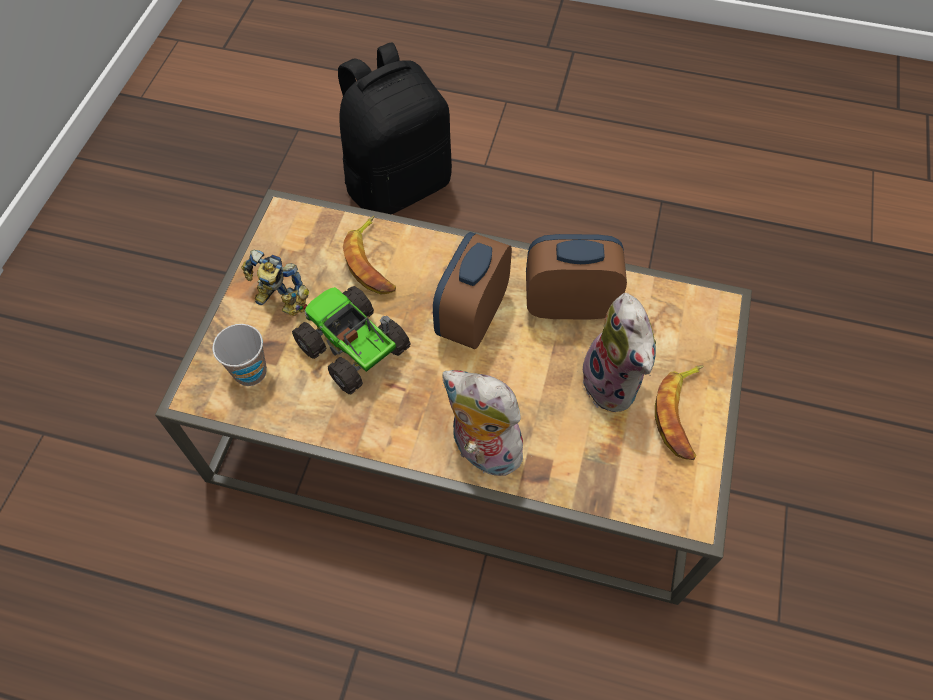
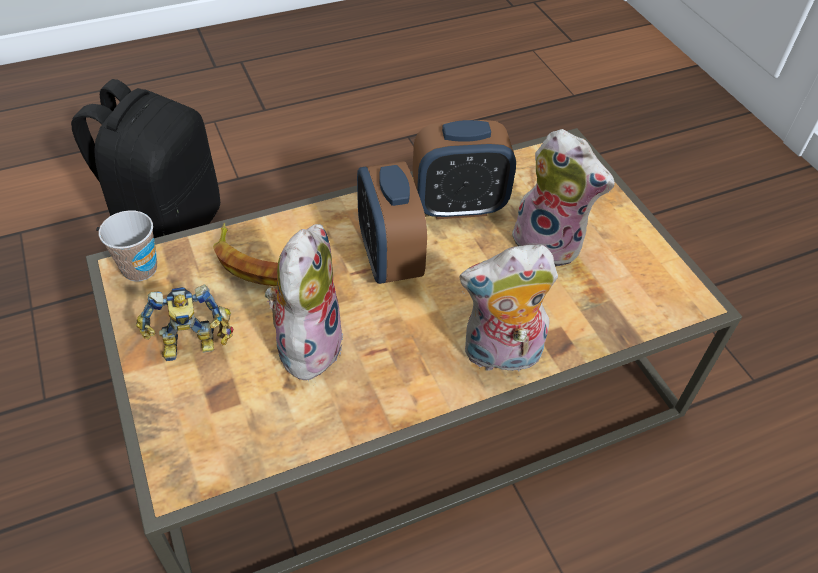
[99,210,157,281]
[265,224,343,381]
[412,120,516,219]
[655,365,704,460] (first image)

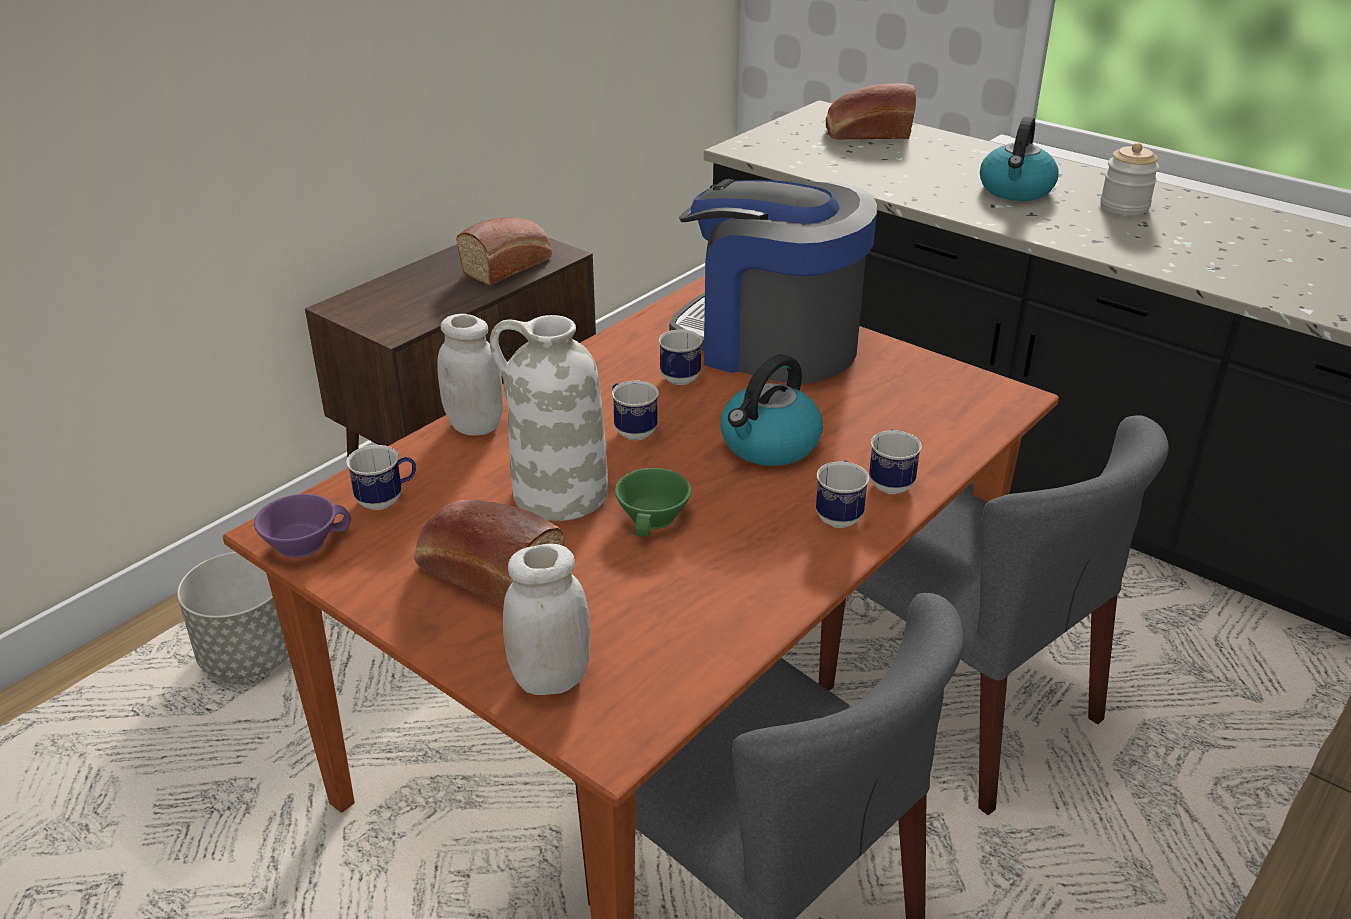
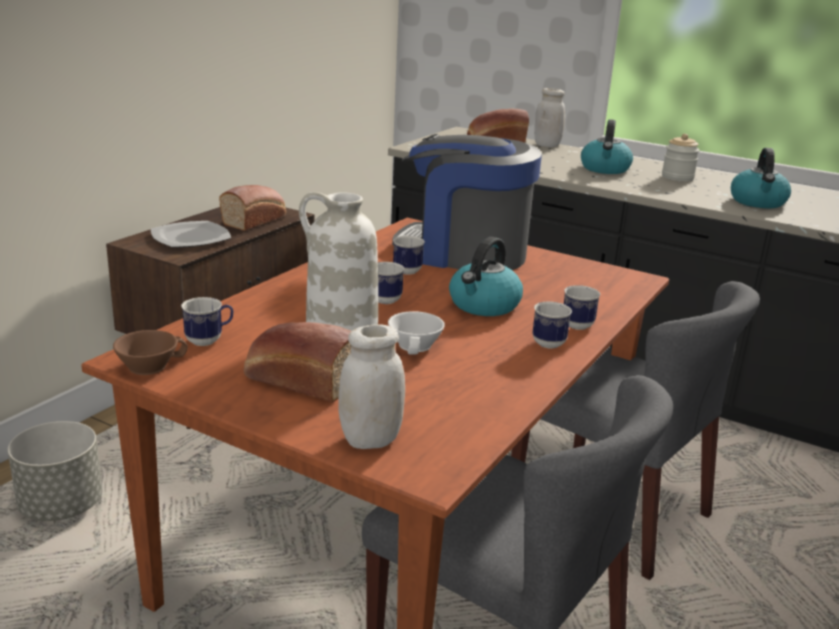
[113,330,188,375]
[151,221,231,248]
[388,311,445,355]
[534,88,565,147]
[731,148,791,208]

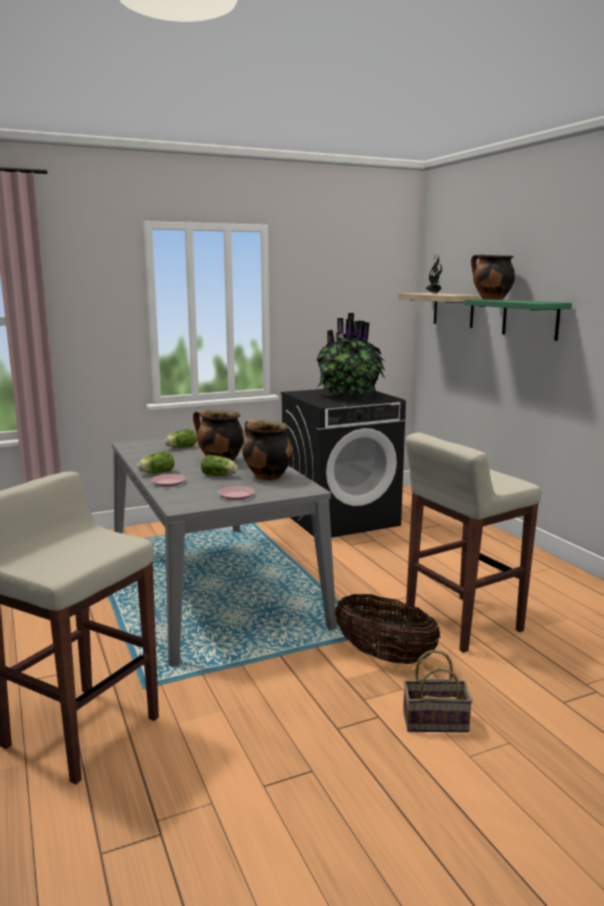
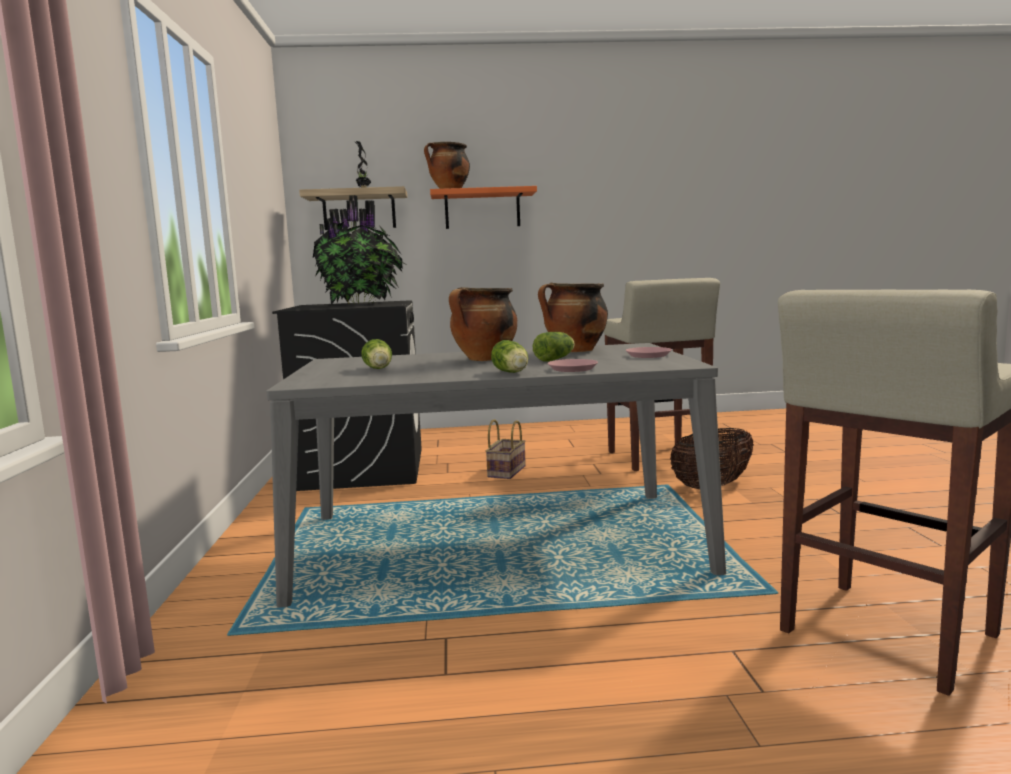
[430,186,537,229]
[485,419,526,479]

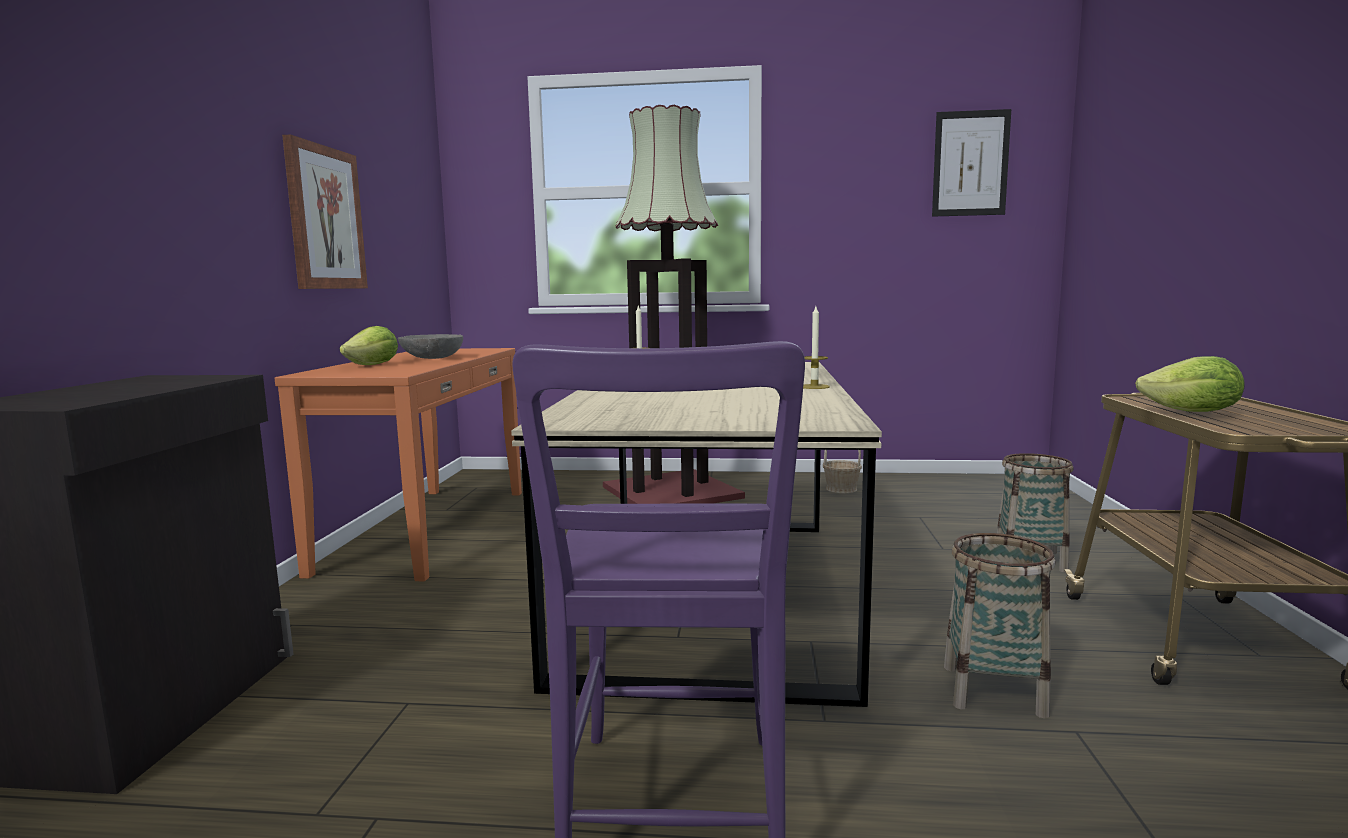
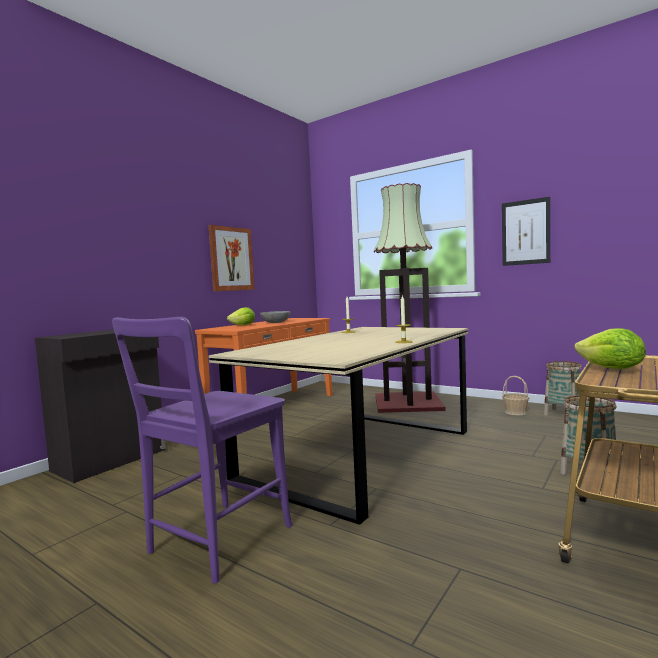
[502,197,550,266]
[544,361,582,416]

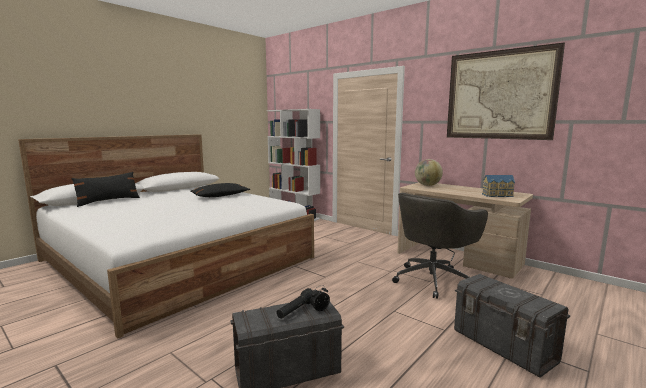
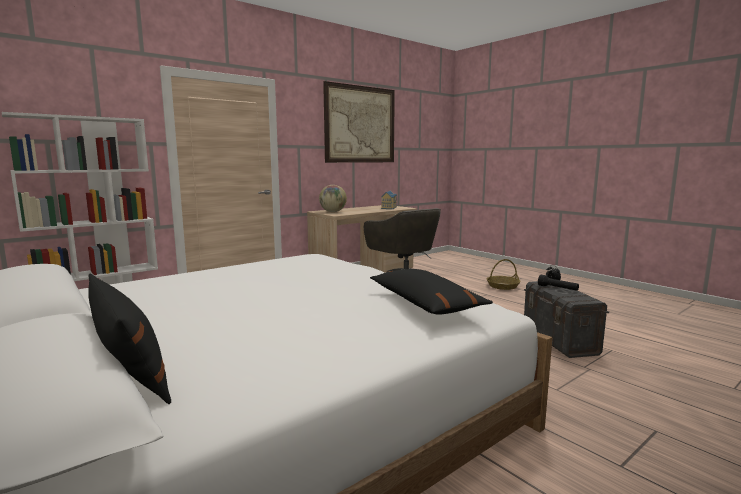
[370,269,493,315]
[487,259,520,290]

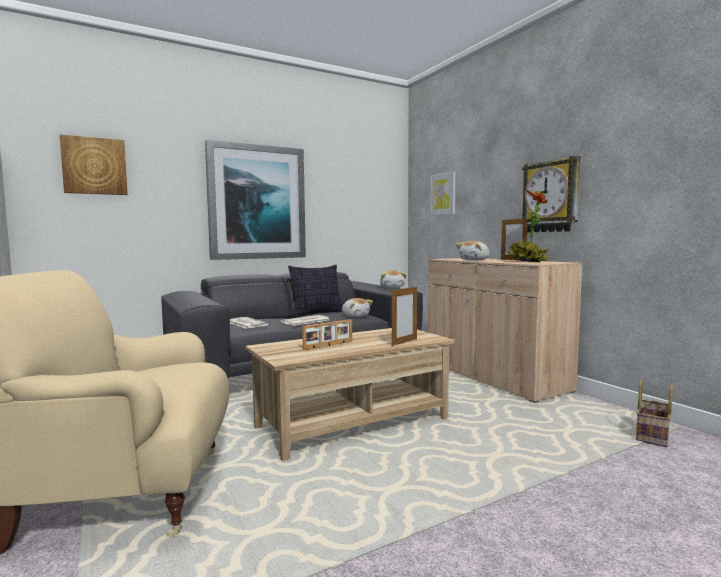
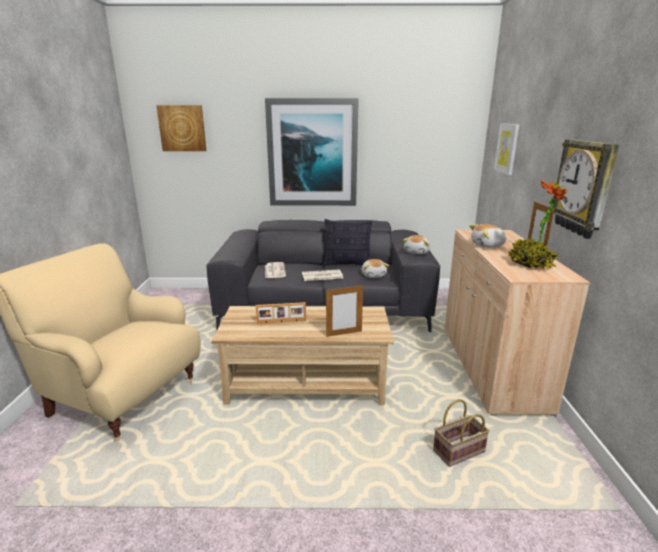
[433,399,490,467]

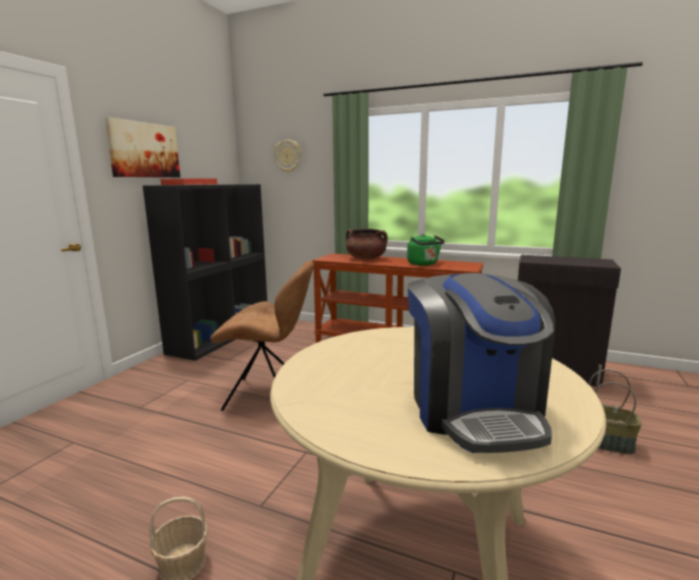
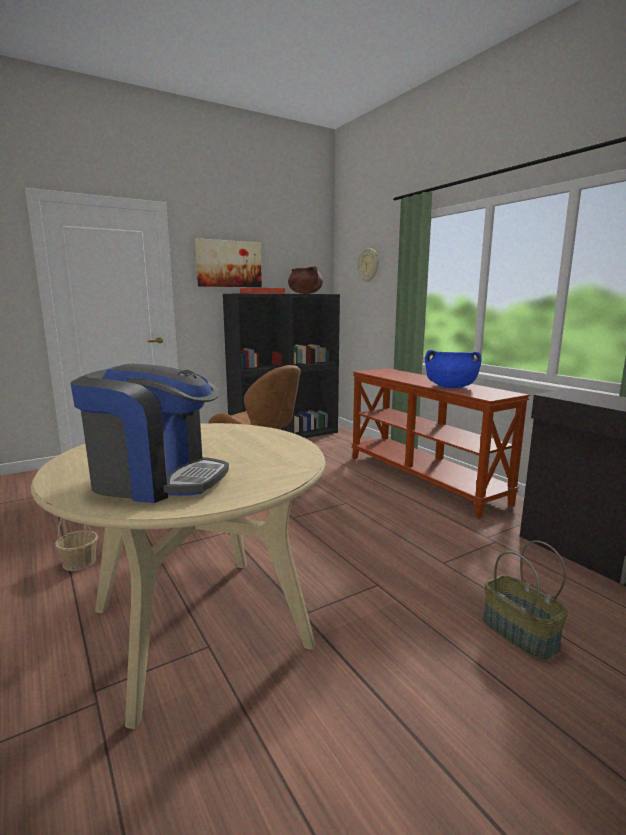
[70,364,229,503]
[288,266,323,294]
[425,350,482,388]

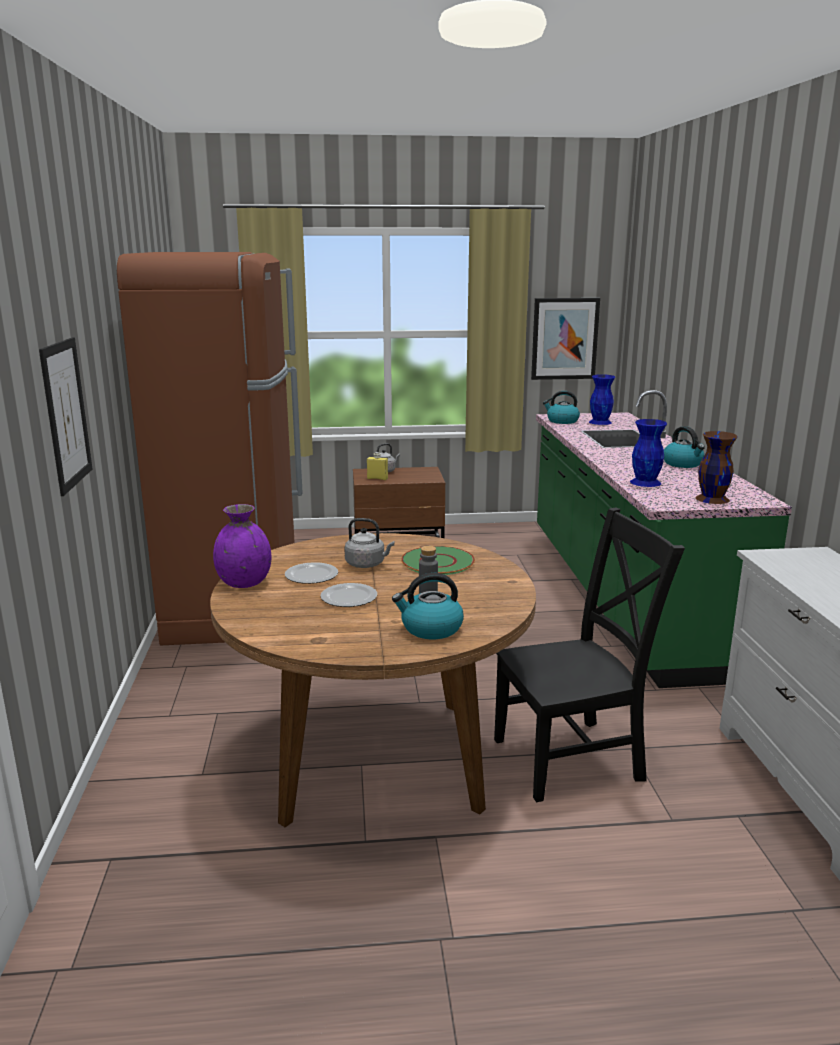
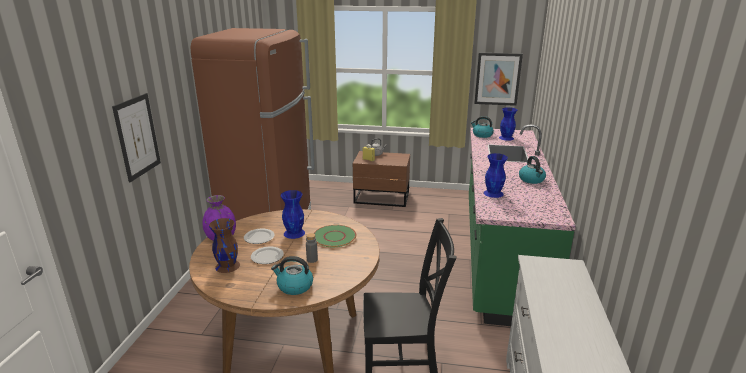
[209,218,240,273]
[281,190,305,239]

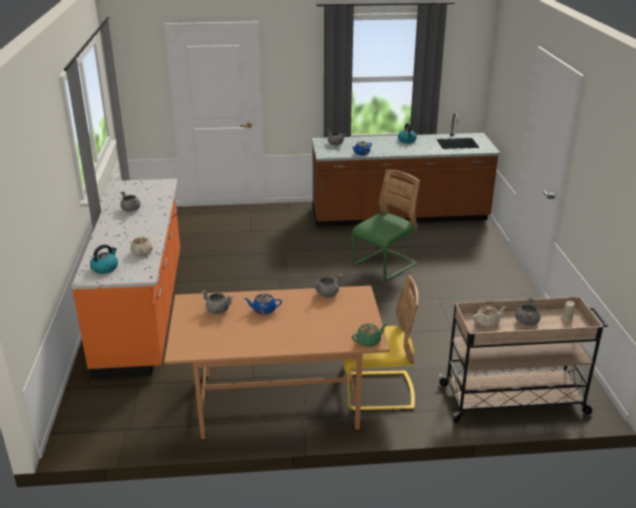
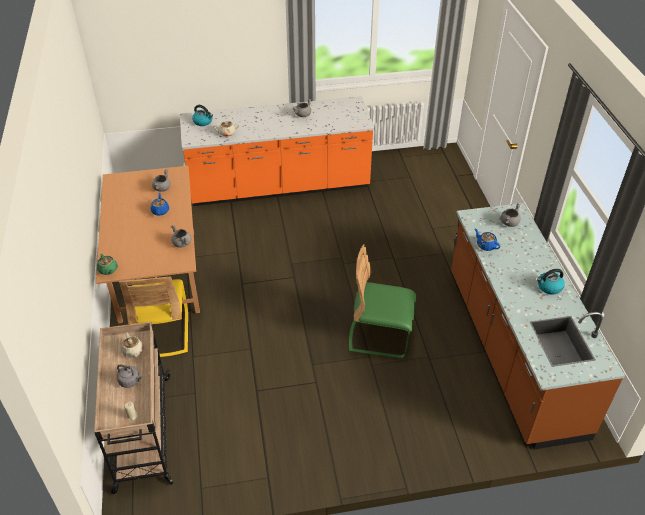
[117,364,142,388]
[349,244,416,358]

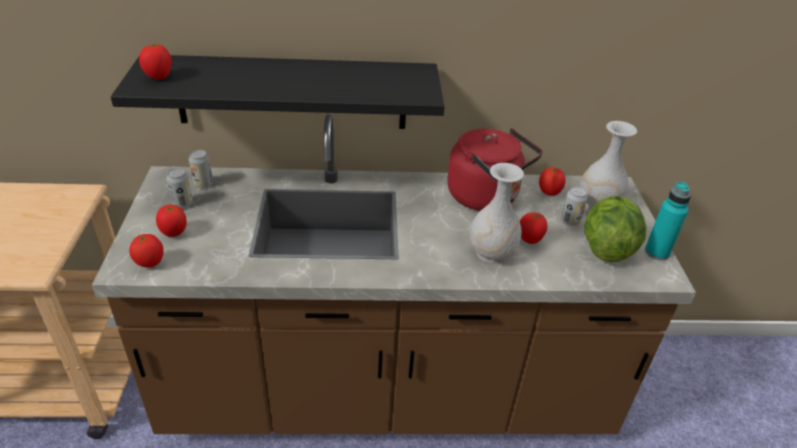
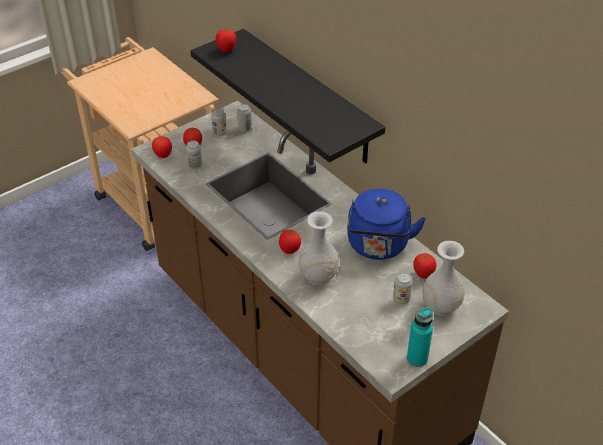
[186,141,202,169]
[279,230,301,254]
[347,188,426,260]
[584,196,646,262] (first image)

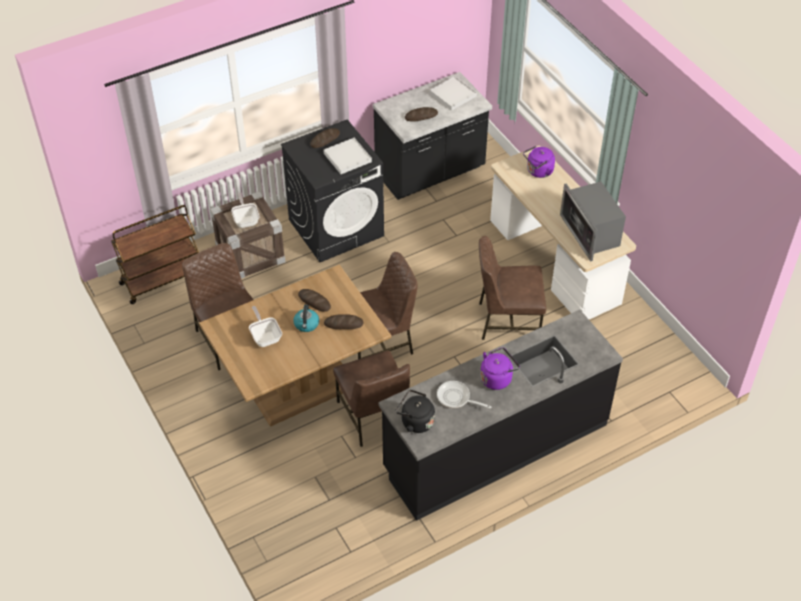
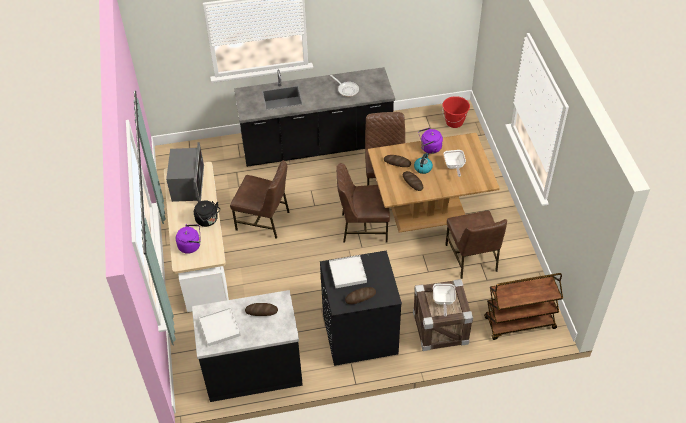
[194,200,220,227]
[418,128,443,154]
[442,96,470,128]

